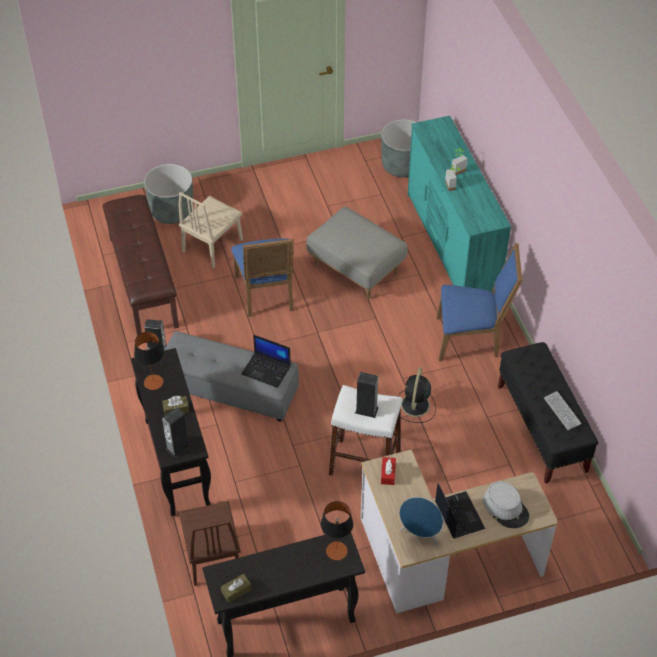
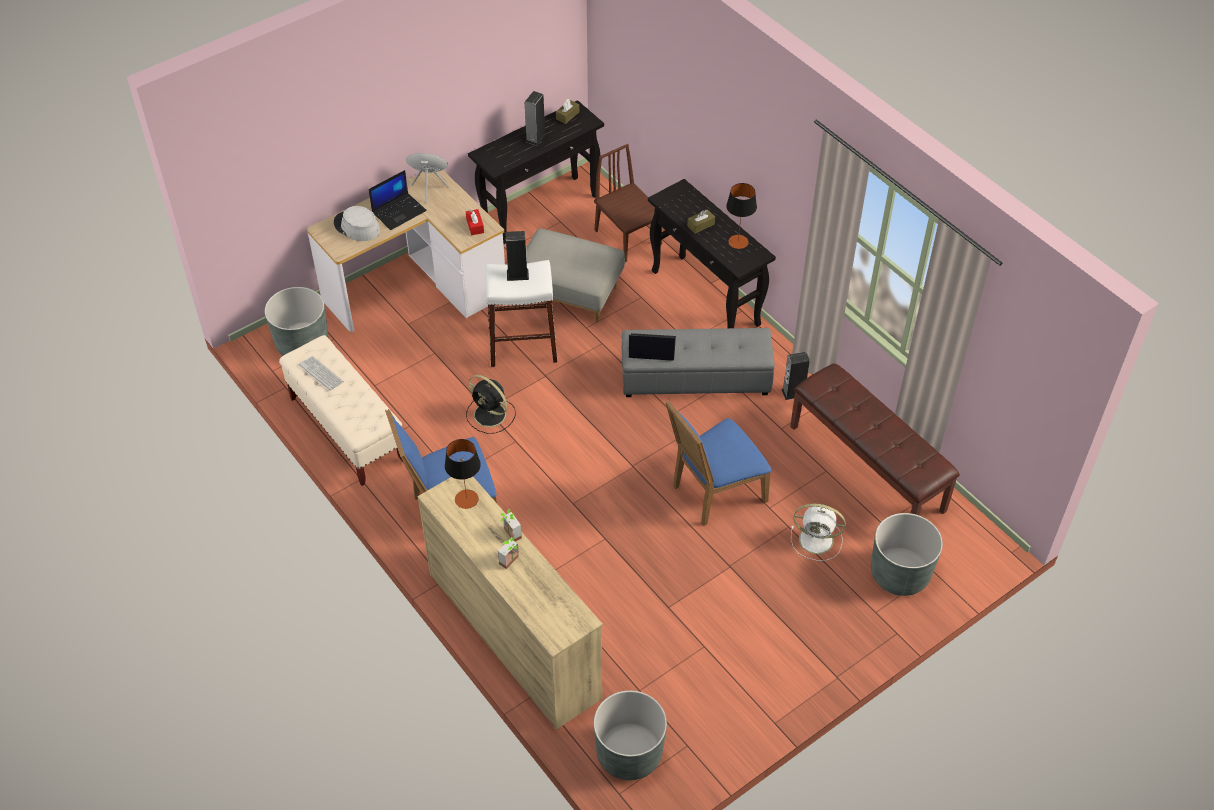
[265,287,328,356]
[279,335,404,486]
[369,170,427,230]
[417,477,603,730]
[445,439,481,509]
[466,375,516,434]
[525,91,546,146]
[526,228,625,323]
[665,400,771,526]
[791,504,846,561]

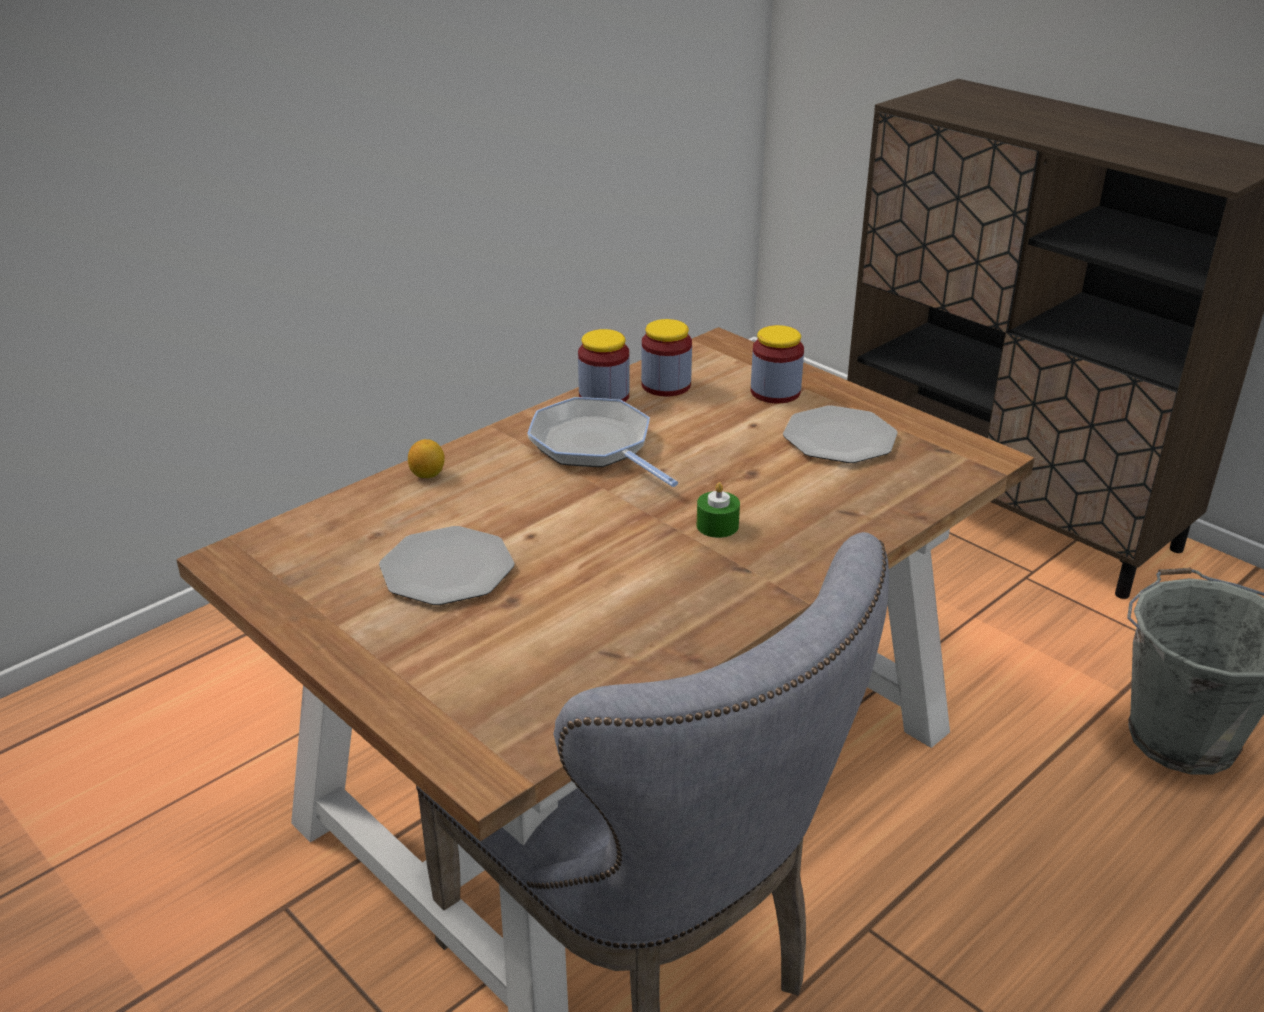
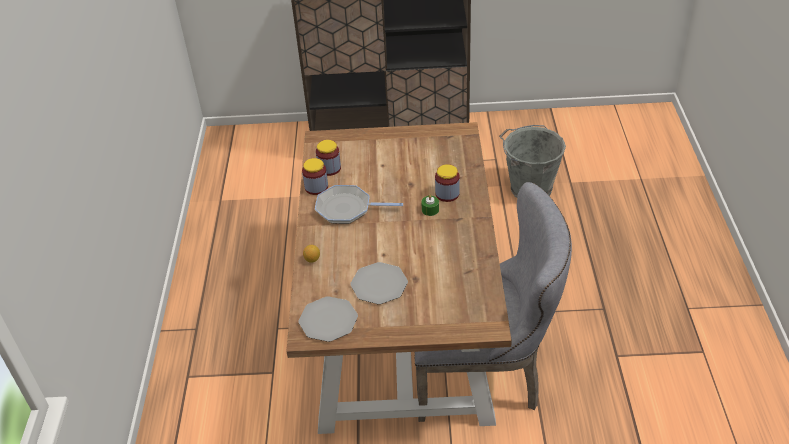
[298,296,358,342]
[435,164,460,202]

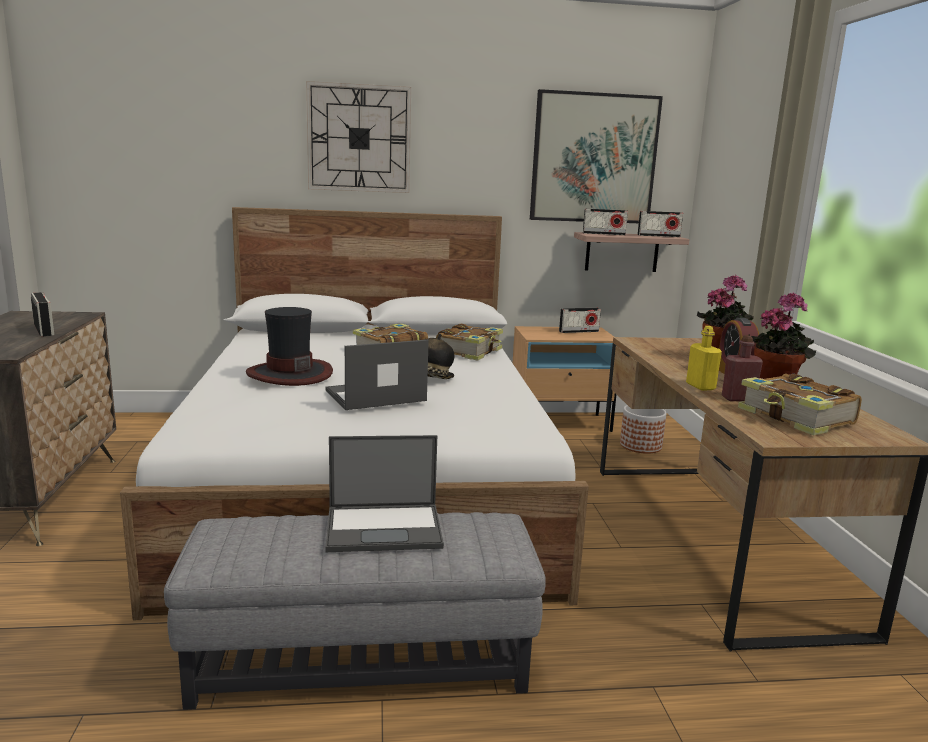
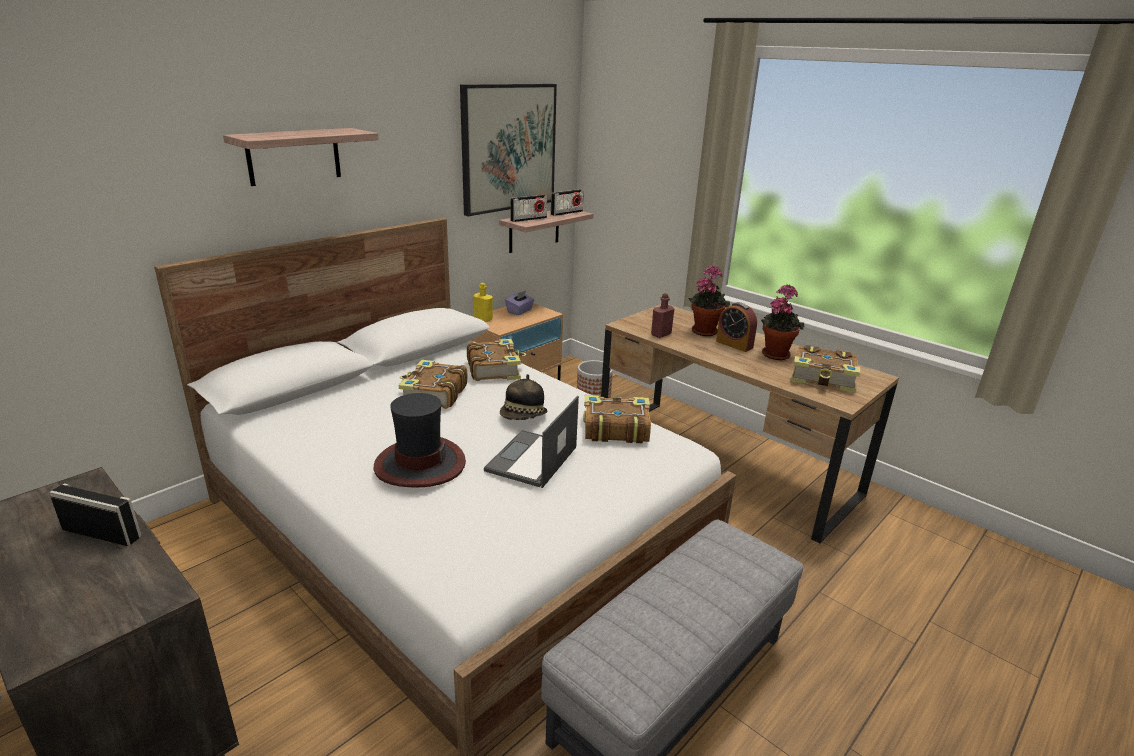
[223,128,379,186]
[473,283,493,322]
[505,291,534,315]
[584,395,651,443]
[651,293,674,338]
[326,435,444,552] (first image)

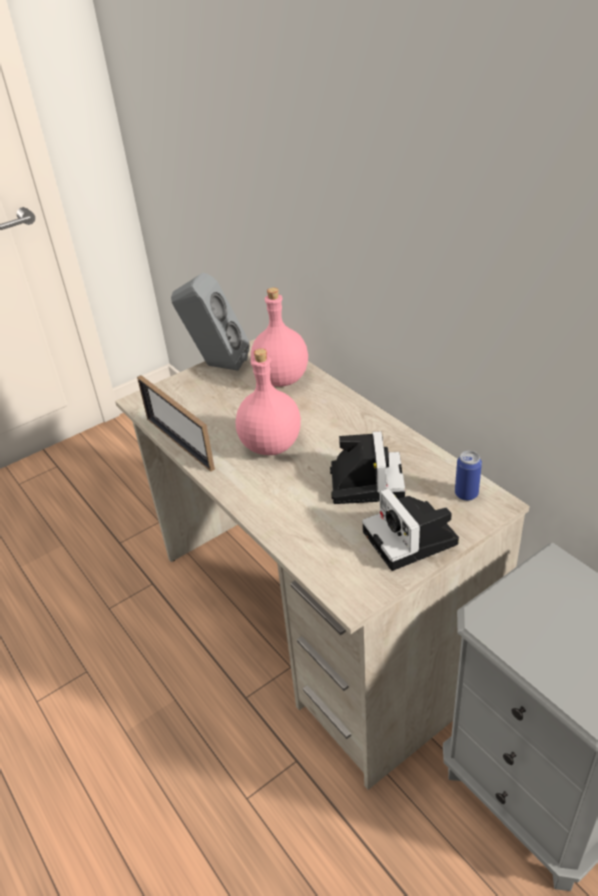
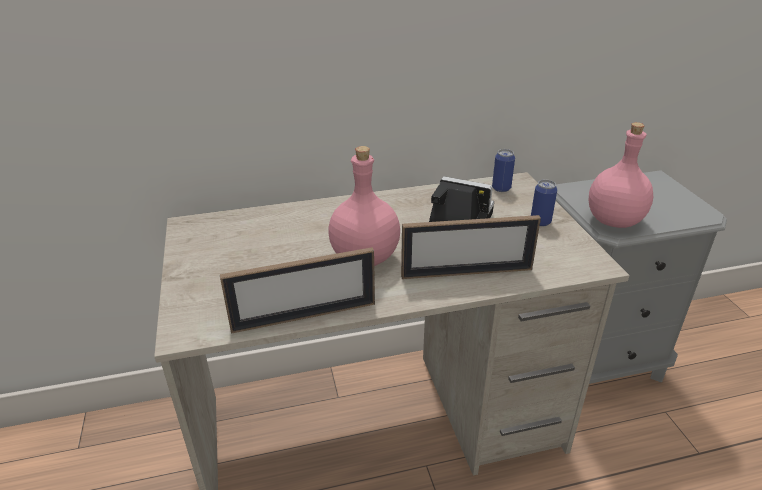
[401,215,541,279]
[531,179,557,227]
[589,122,653,228]
[171,273,250,371] (first image)

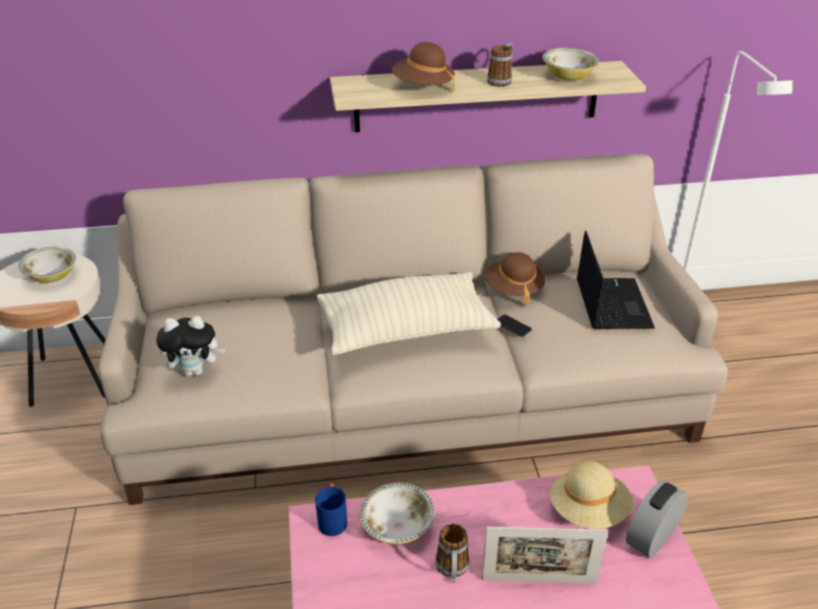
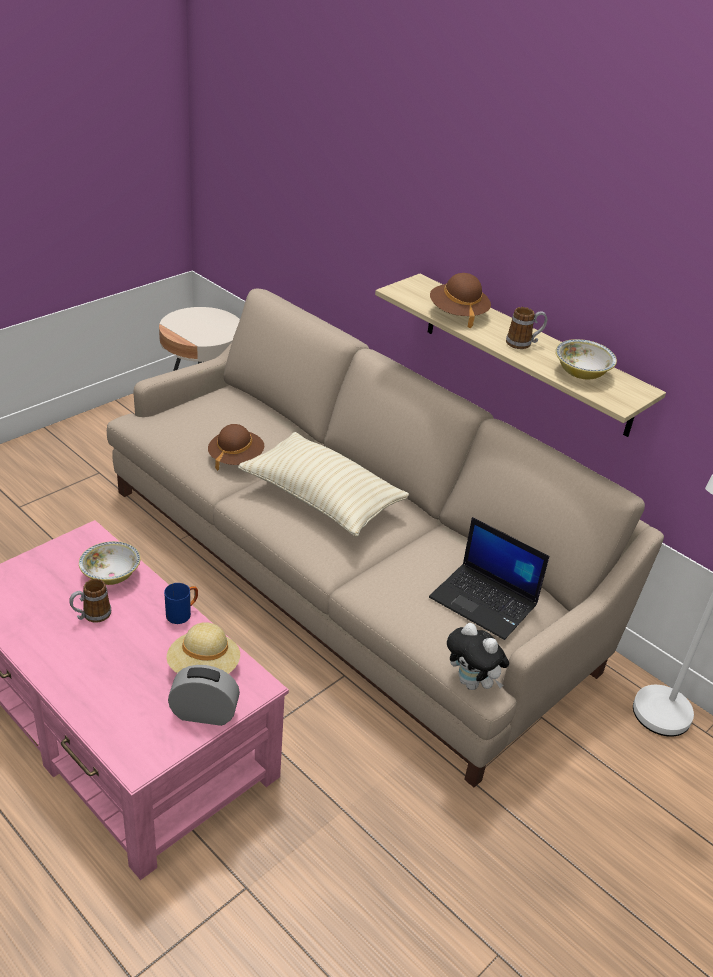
[164,583,198,624]
[208,424,264,471]
[429,517,549,640]
[447,623,509,690]
[18,246,76,283] (first image)
[482,527,608,584] (first image)
[497,315,532,337] (first image)

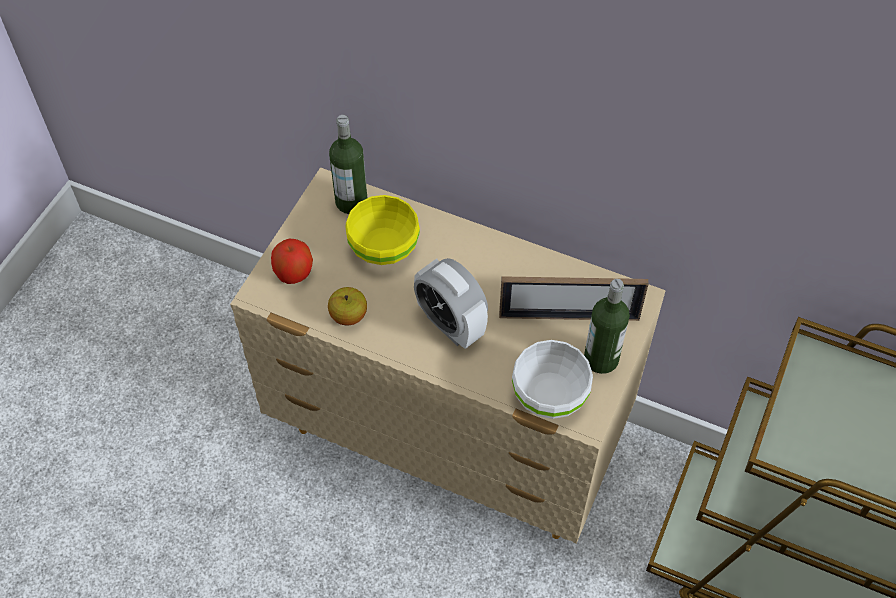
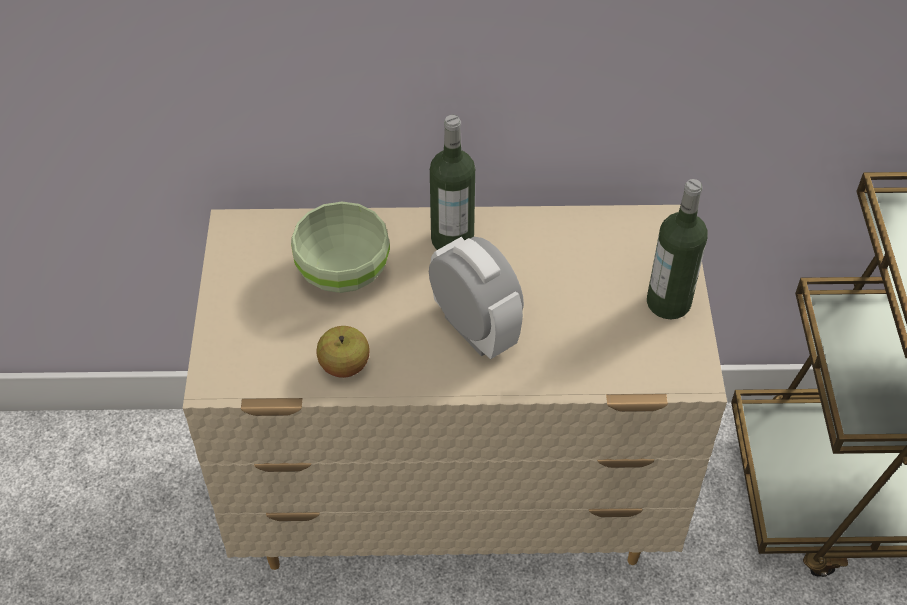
[291,202,390,293]
[429,236,524,359]
[430,115,475,250]
[271,238,313,284] (first image)
[499,276,649,321] (first image)
[512,340,593,419] (first image)

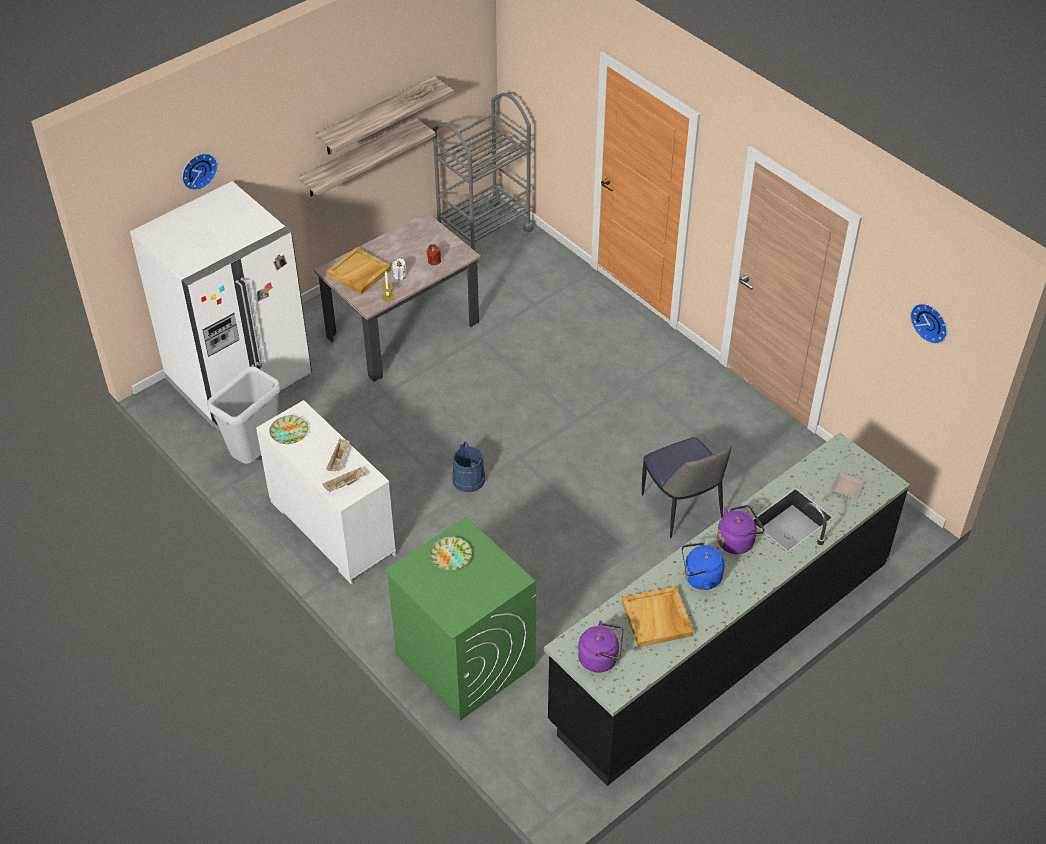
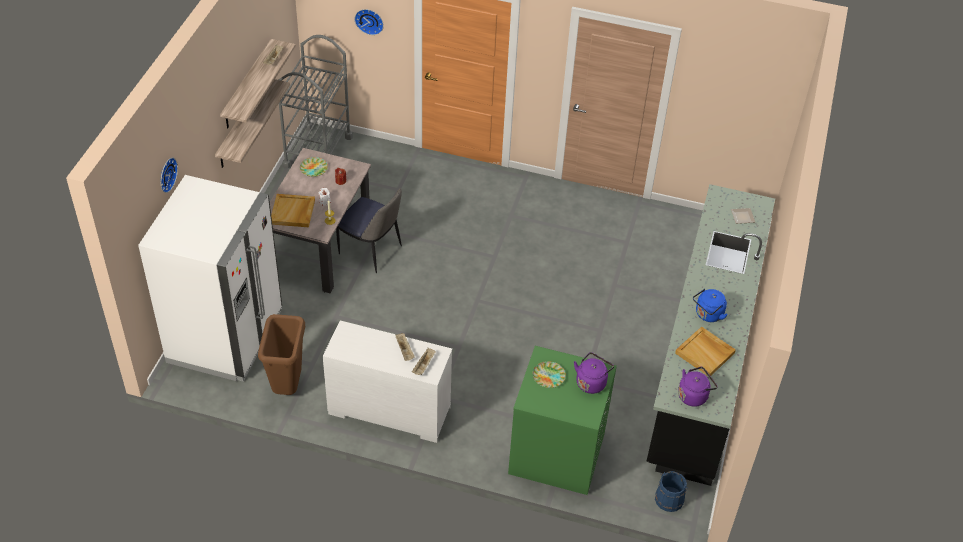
[258,314,305,395]
[300,157,328,177]
[336,188,402,273]
[355,9,384,35]
[574,352,614,394]
[655,471,688,512]

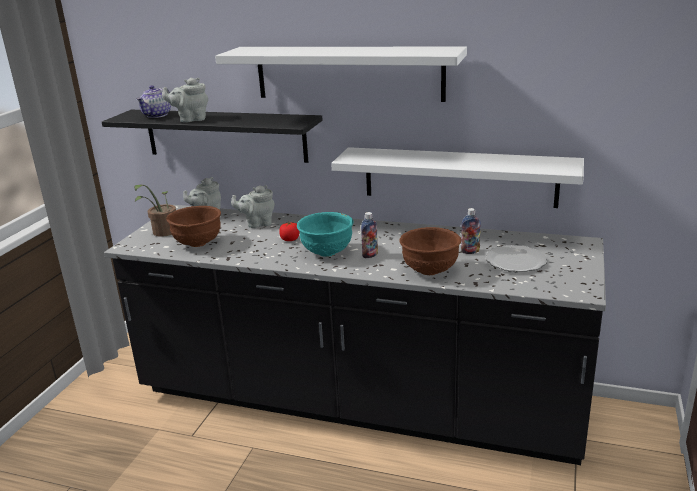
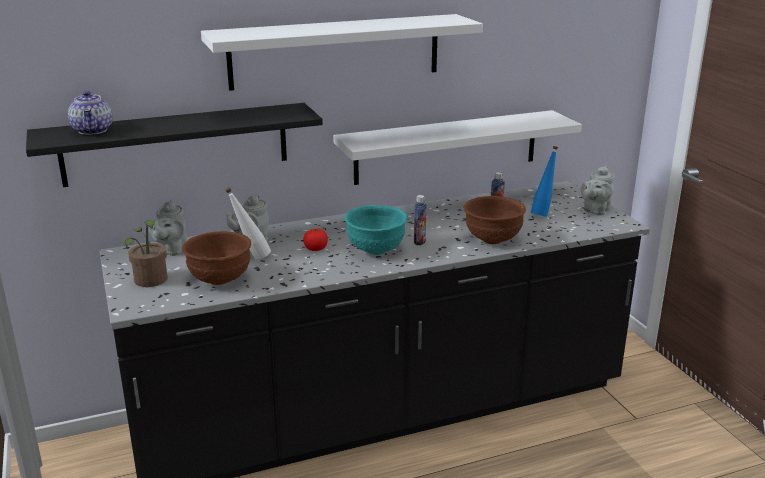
[225,187,271,260]
[531,146,558,217]
[581,166,614,215]

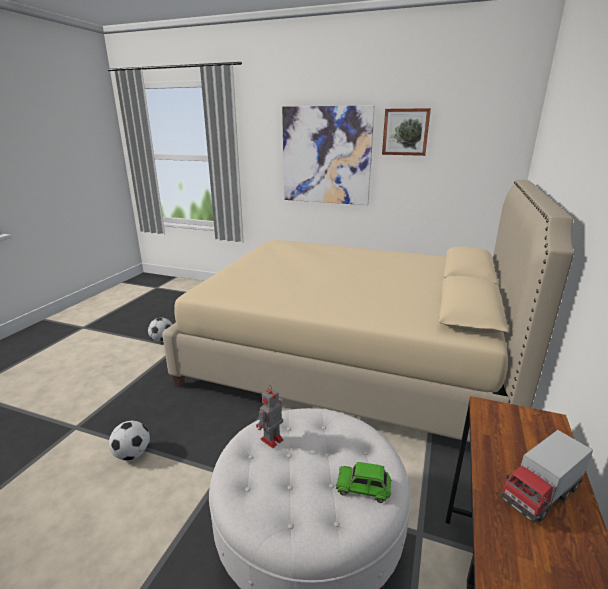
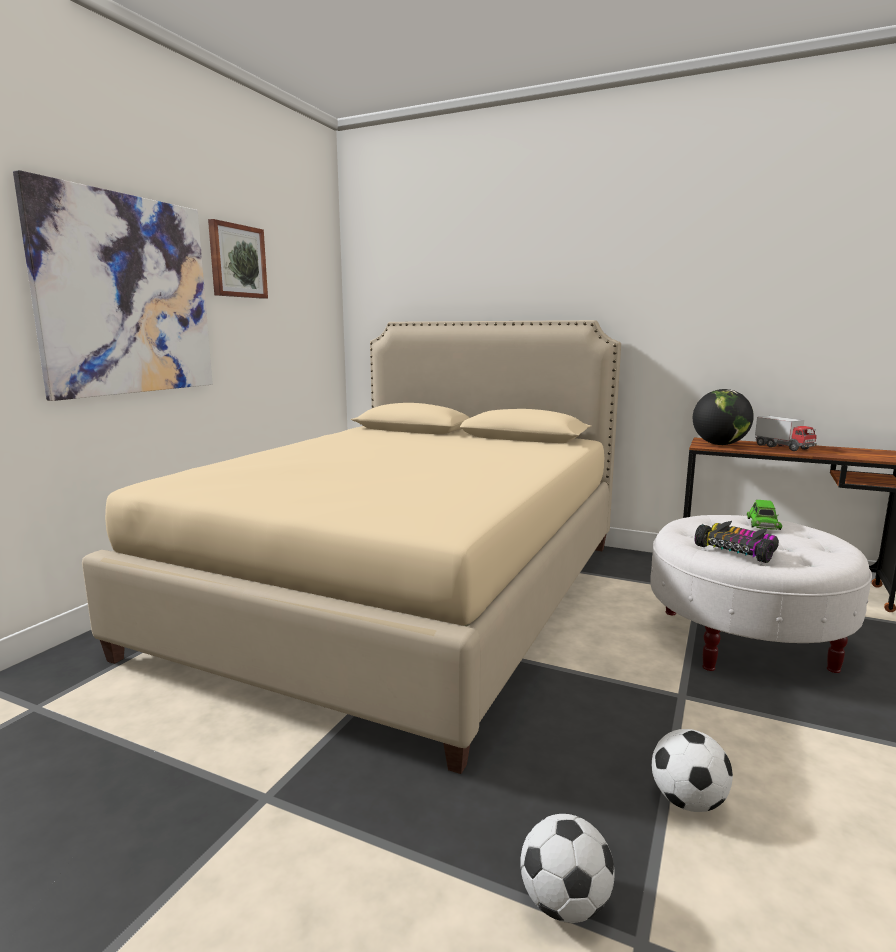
[520,814,615,923]
[693,389,754,445]
[695,521,779,563]

